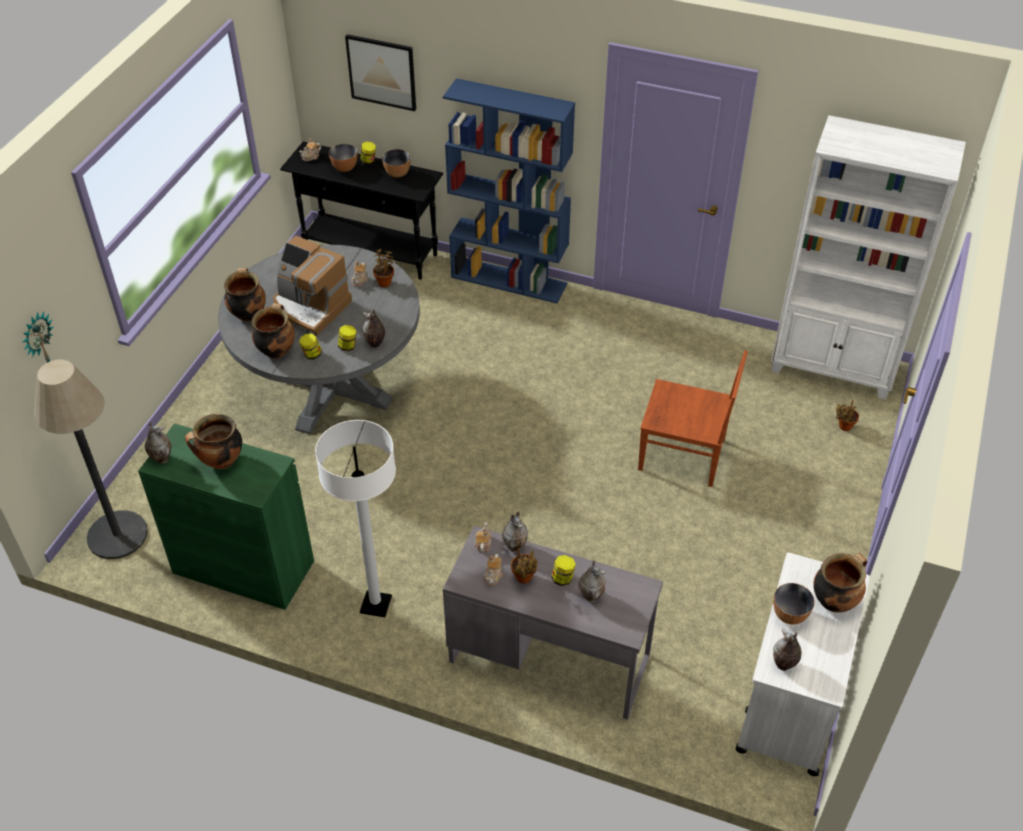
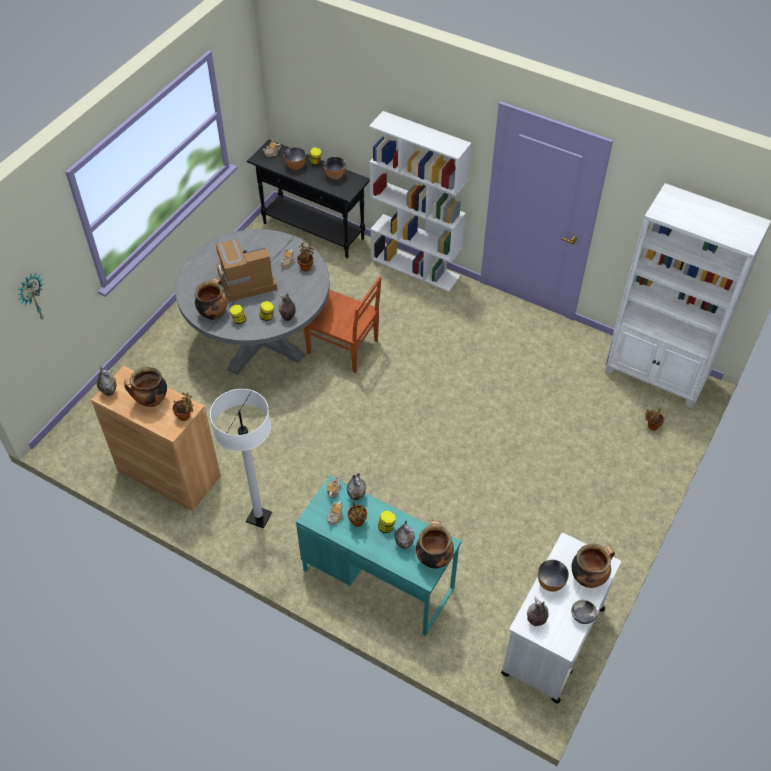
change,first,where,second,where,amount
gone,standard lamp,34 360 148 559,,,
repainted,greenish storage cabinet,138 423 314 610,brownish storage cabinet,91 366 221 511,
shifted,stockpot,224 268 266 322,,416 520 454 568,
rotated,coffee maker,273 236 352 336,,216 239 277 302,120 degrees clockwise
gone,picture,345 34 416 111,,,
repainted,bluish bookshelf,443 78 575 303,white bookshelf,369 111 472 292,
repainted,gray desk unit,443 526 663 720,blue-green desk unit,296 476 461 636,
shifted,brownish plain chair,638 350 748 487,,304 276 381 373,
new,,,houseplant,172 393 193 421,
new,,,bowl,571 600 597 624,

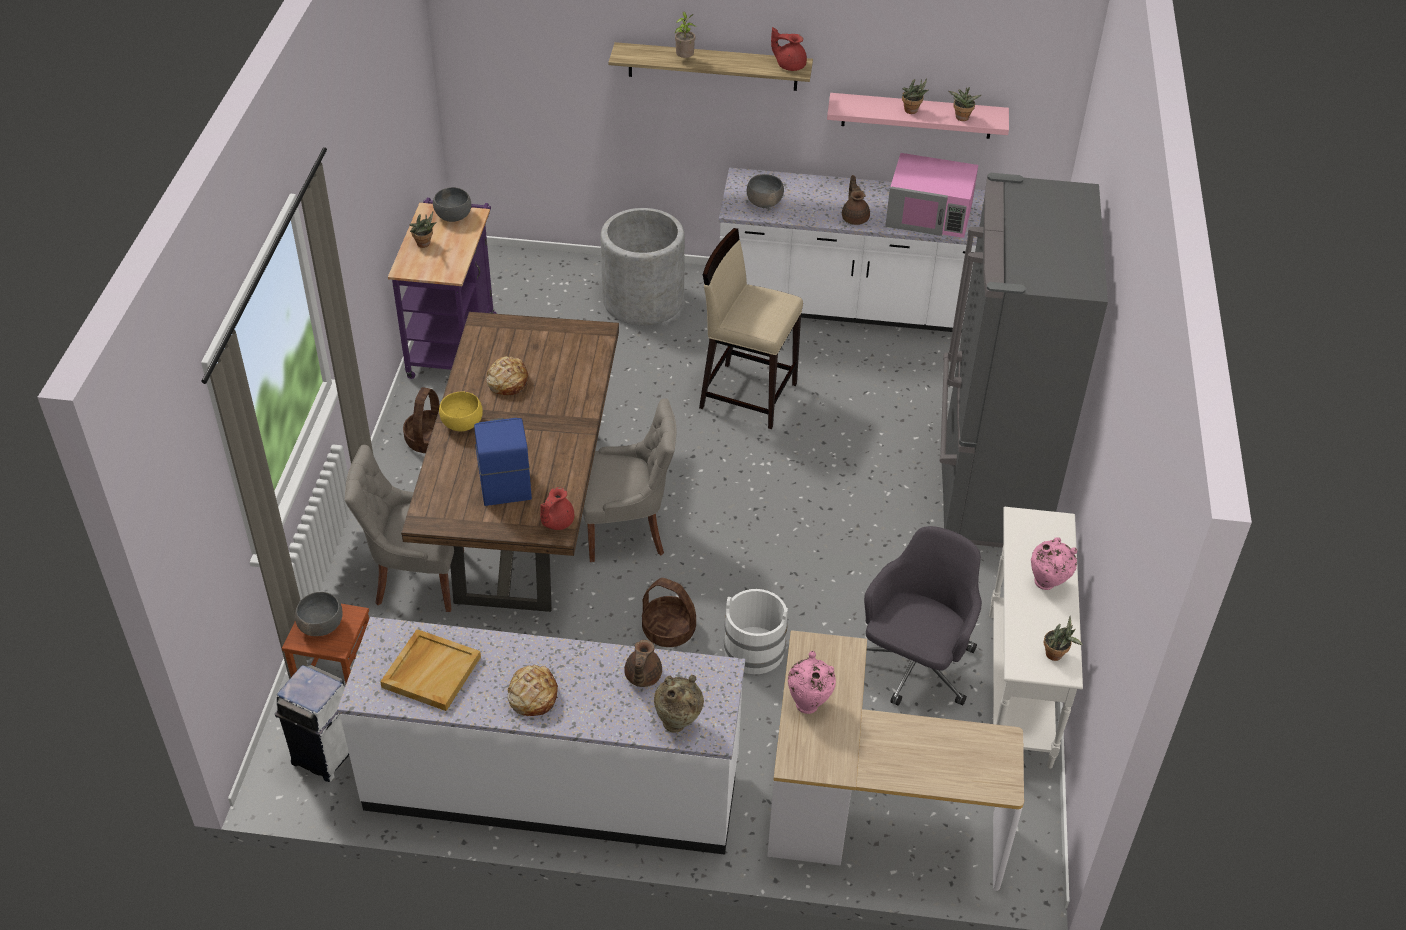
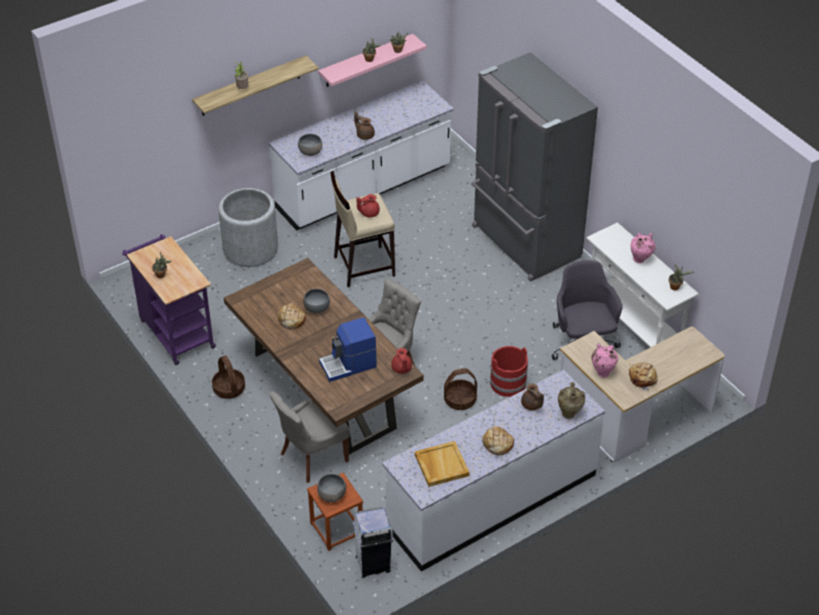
change,first,where,second,where,amount
shifted,gray bowl,433 187 471 222,,303 289 330 314,
gone,yellow-coloured bowl,439 391 483 431,,,
rotated,coffee maker,474 418 532 506,,319 317 377 382,60 degrees counterclockwise
repainted,white water bucket,724 589 788 674,reddish water bucket,490 346 528 397,
shifted,reddish pot for tea,771 27 807 71,,357 194 380 217,
gone,pink-coloured microwave oven,885 153 978 238,,,
new,,,bakery bread,629 362 658 391,

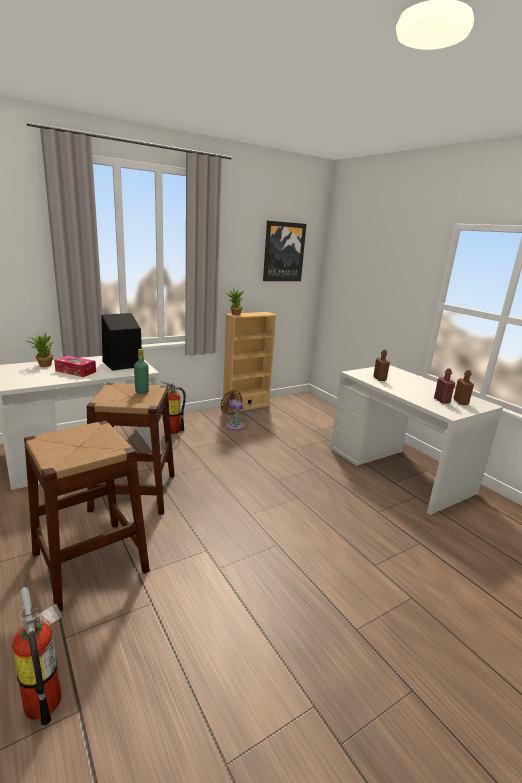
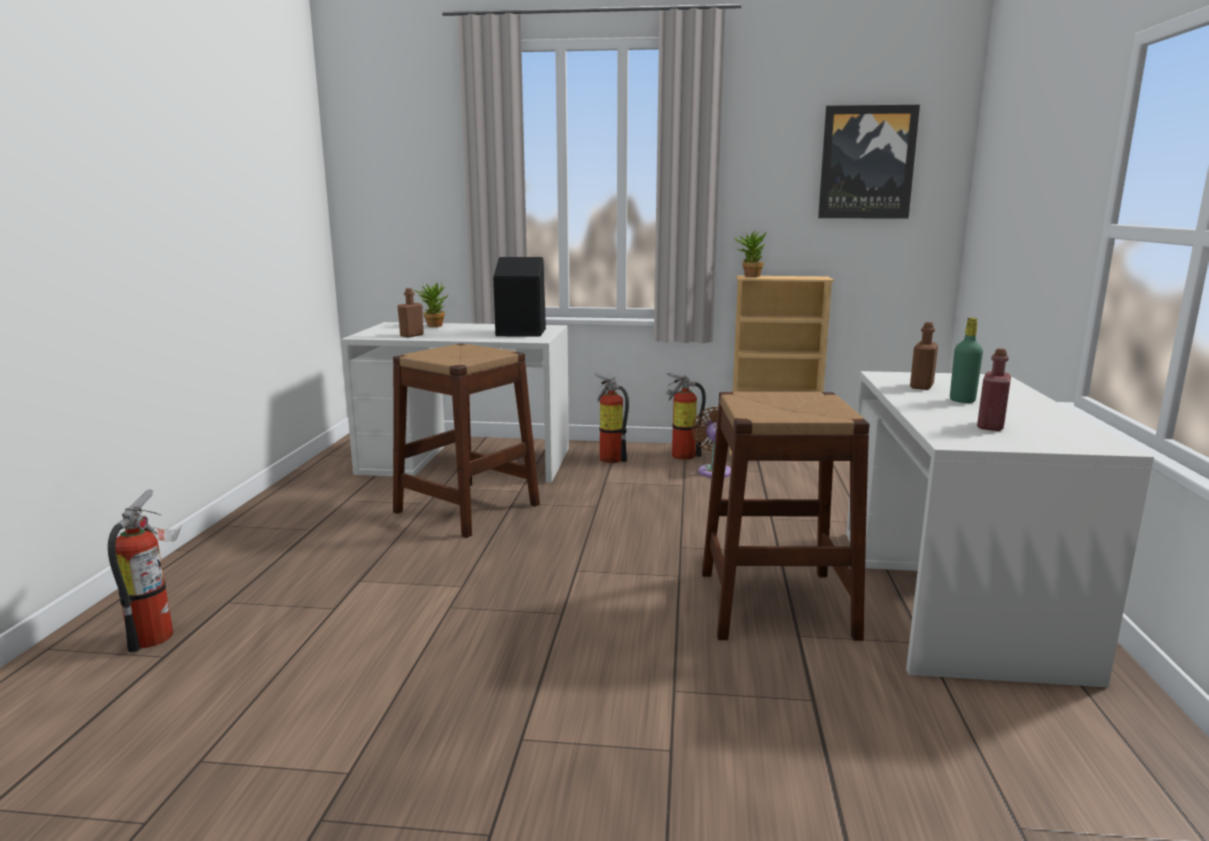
change,first,where,second,where,amount
shifted,brownish stool seat,24 421 150 611,,702 392 870 641,
gone,tissue holder,54 356 96 377,,,
shifted,greenish bottle,134 349 149 394,,950 317 983 403,
shifted,brownish bottle,453 370 474 405,,397 288 424 337,
new,,,fire extinguisher,666 372 706 460,

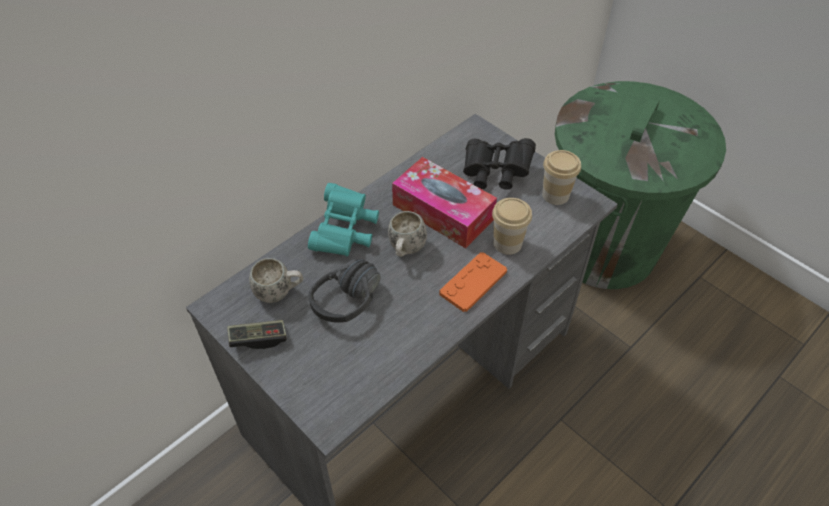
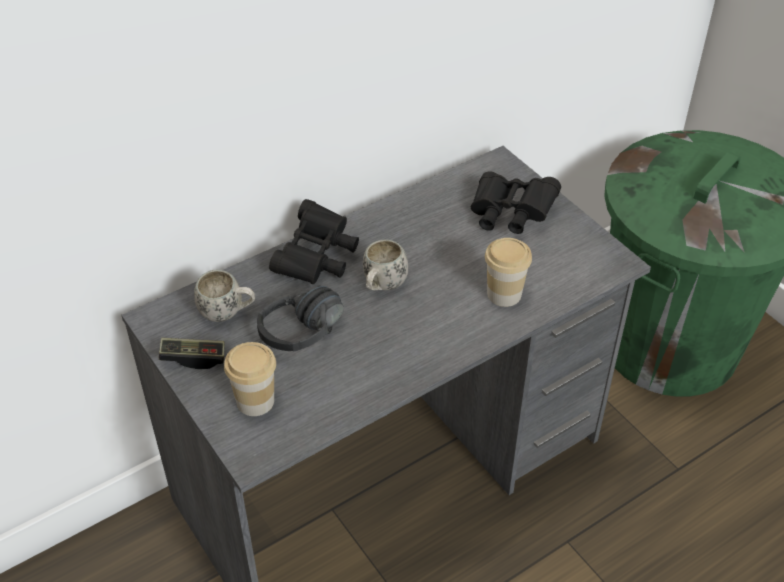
change,first,where,second,where,amount
repainted,blue-green pair of binoculars,308 183 379 256,black pair of binoculars,269 199 359 284,
gone,tissue holder,392 157 497 248,,,
gone,orange game controller,439 252 507 312,,,
shifted,small cup,542 150 581 205,,224 342 276 416,

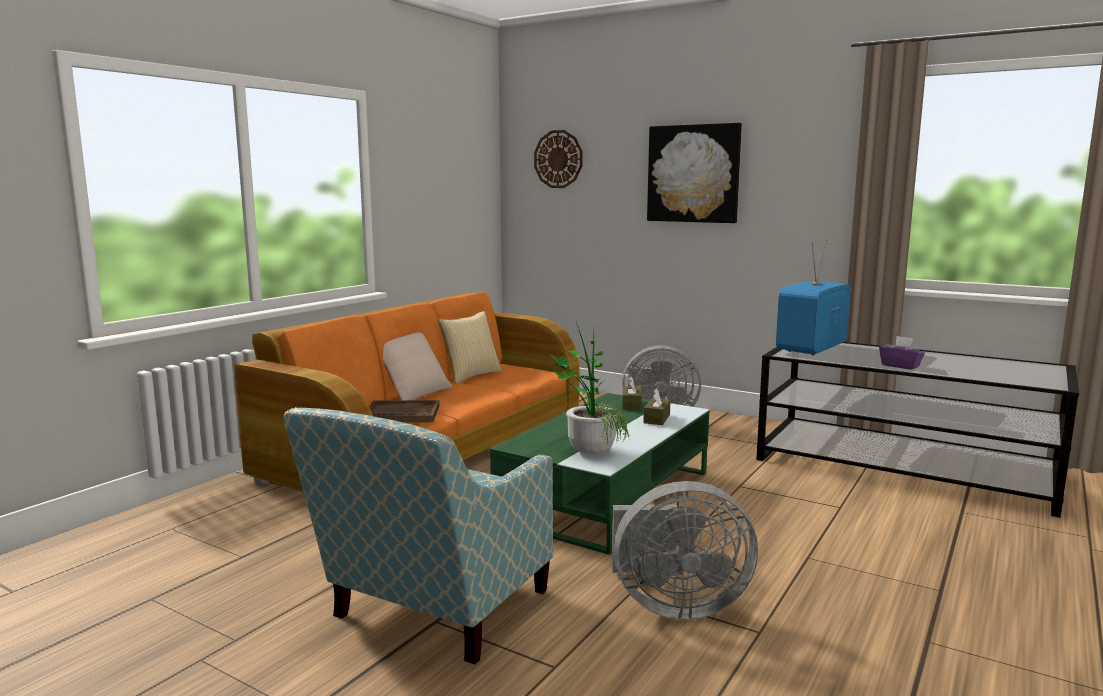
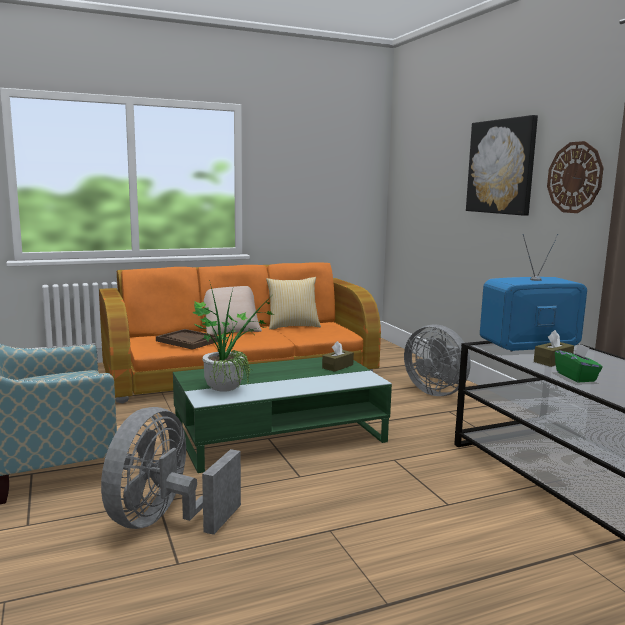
change,first,where,second,where,amount
shifted,wall clock,534 130 583 188,,547 141 604 213,
rotated,gray cooling fan,612 481 758 620,,101 407 241 535,75 degrees clockwise
shifted,brownish tissue holder,643 388 671 425,,534 330 574 367,
repainted,purple tissue holder,879 336 925 370,greenish tissue holder,555 344 603 383,

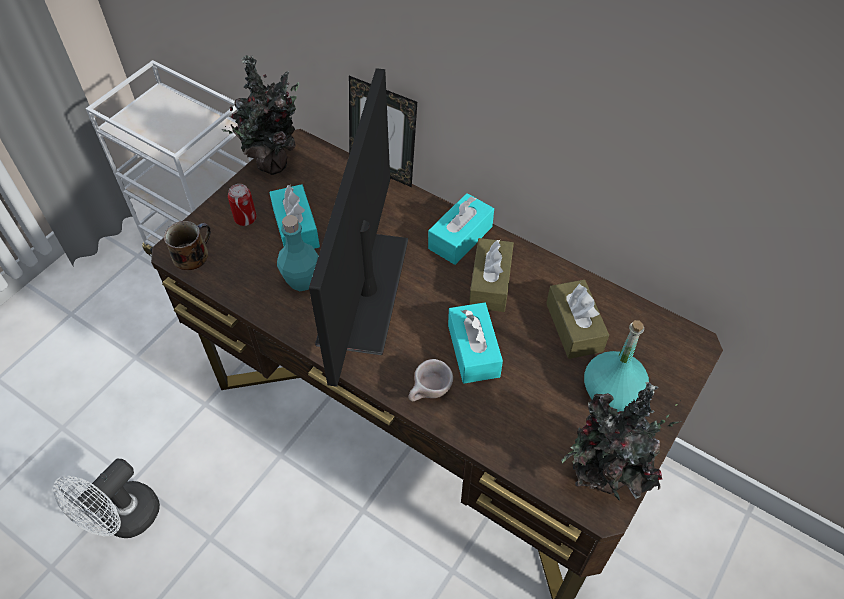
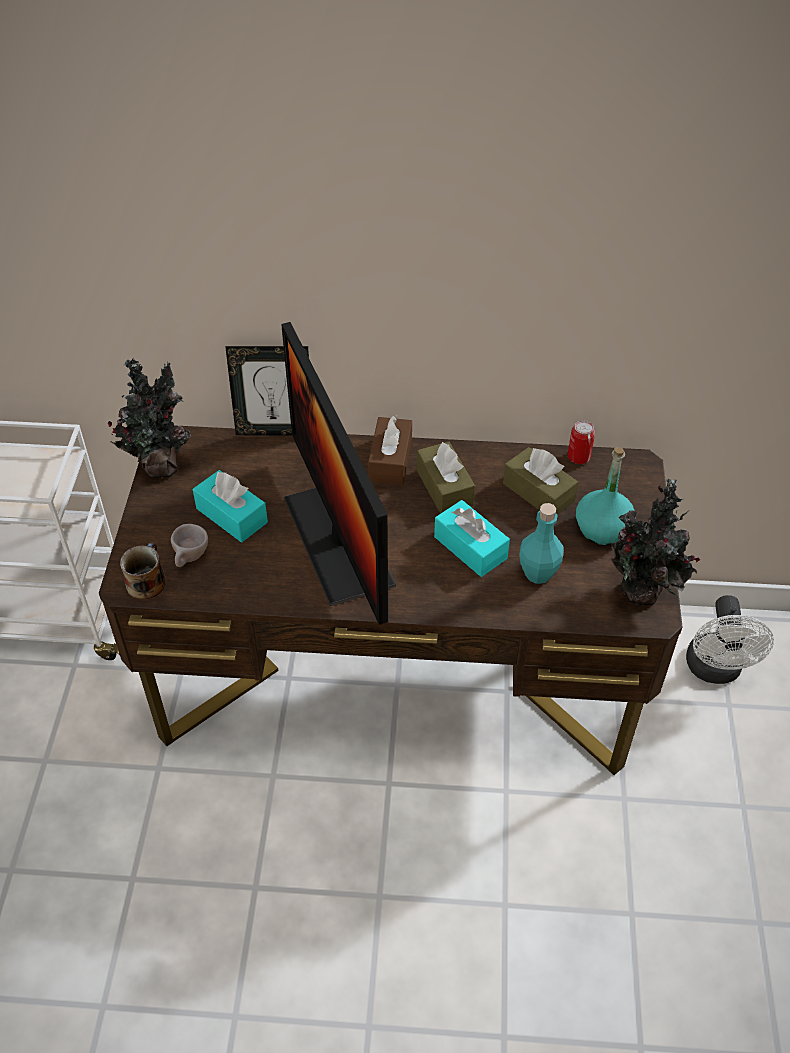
change,first,where,second,where,amount
shifted,white cooling fan,53 459 160 538,,686 595 774 684,
shifted,can,228 184 257 226,,567 420 595 464,
shifted,blue-green bottle,277 215 318 291,,519 503 564 584,
shifted,beige-coloured small cup,408 359 453 402,,171 524 208 567,
repainted,blue-green tissue holder,428 193 494 265,brownish tissue holder,368 415 412 485,

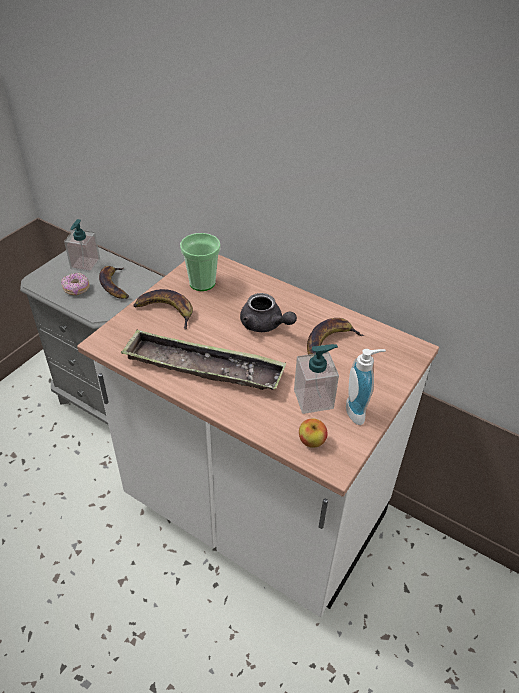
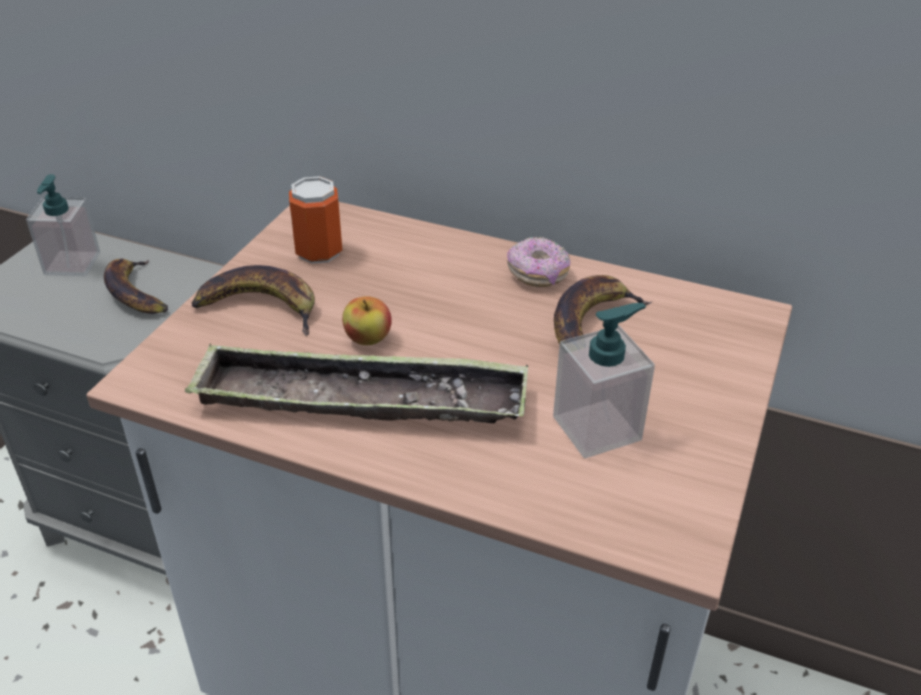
change,first,where,second,where,amount
shifted,donut,61 273 90 295,,507 237 571 287,
swapped,small cup,180 233 221 291,can,289 176 342 263,
gone,gray pot for tea,240 293 297 332,,,
shifted,apple fruit,299 419 328 448,,342 296 392 345,
gone,liquid soap bottle,346 349 386 425,,,

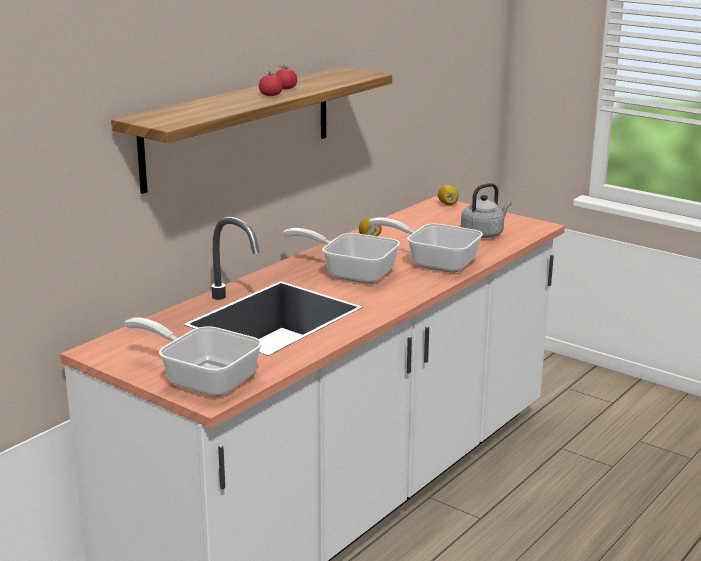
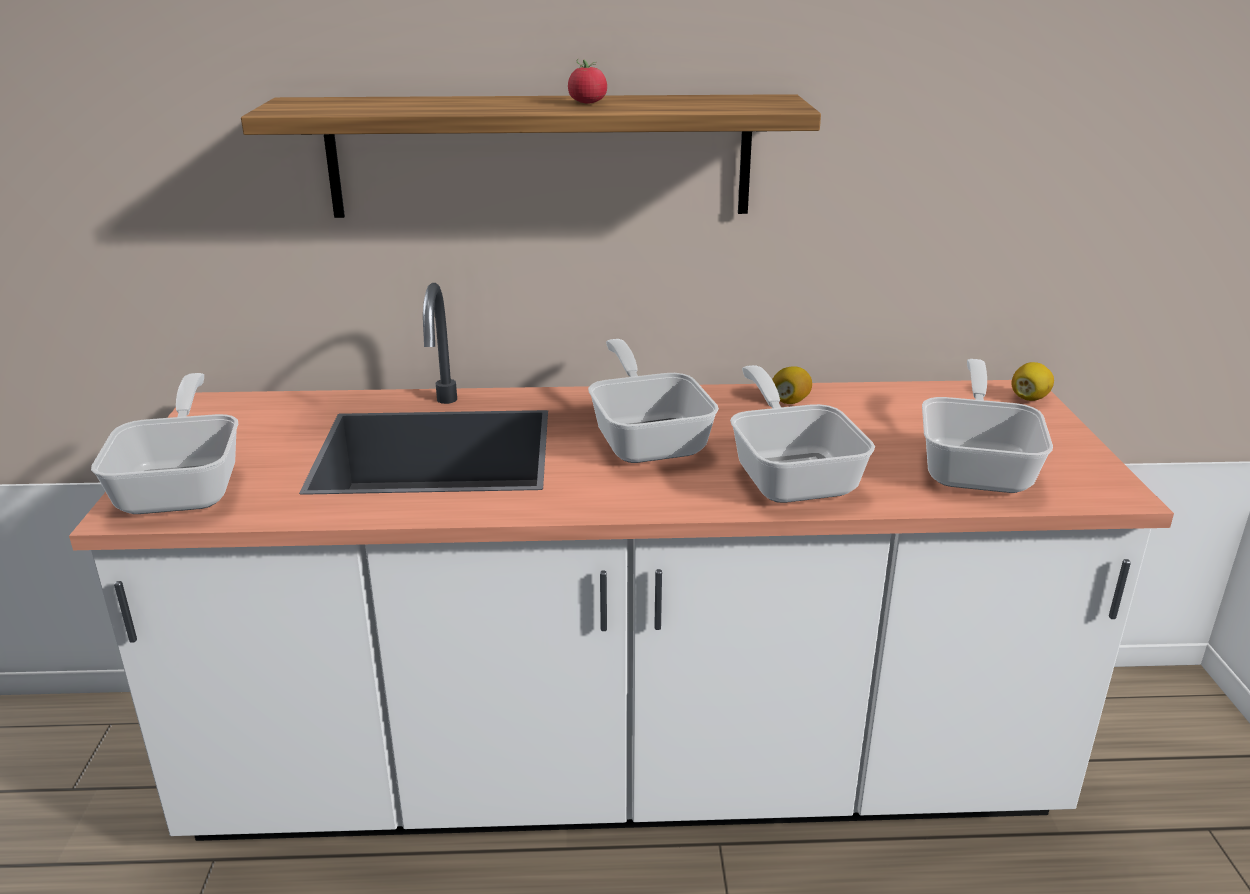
change,first,where,second,where,amount
gone,fresh tomato,259 71 283 96,,,
swapped,gray water kettle,461 183 512 238,skillet,922 359 1053 493,

